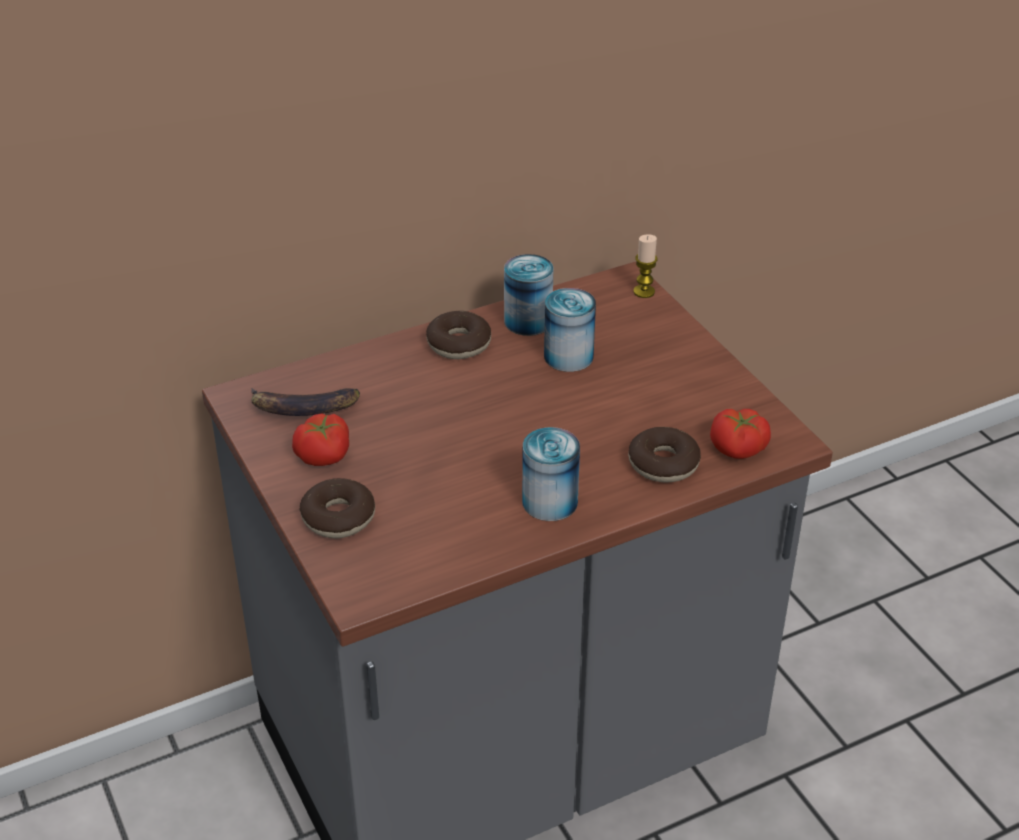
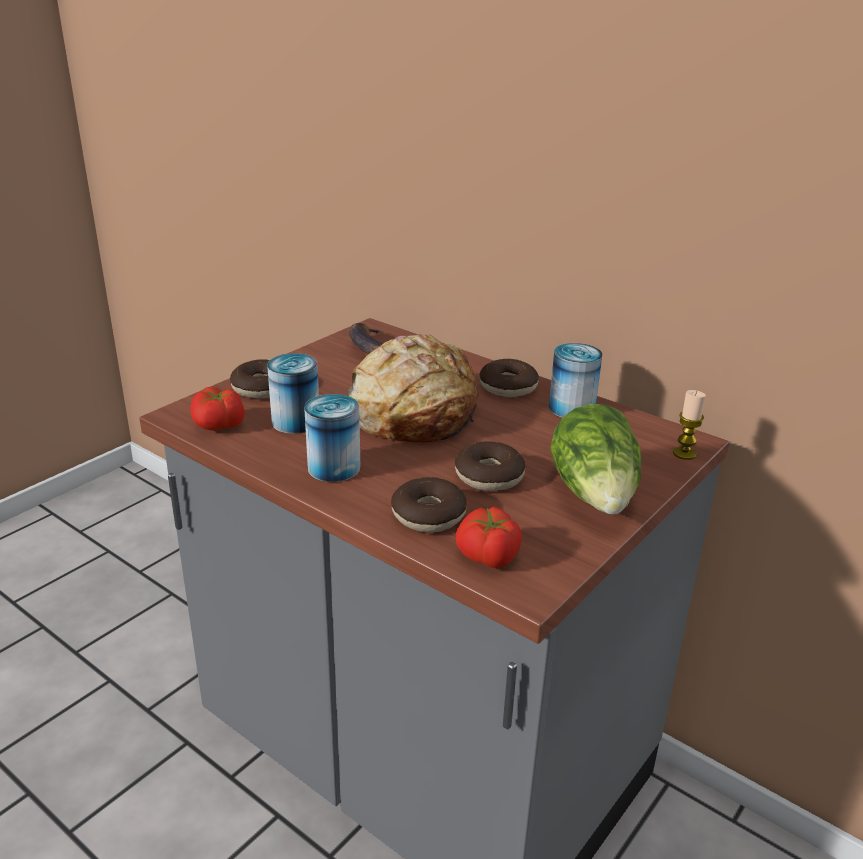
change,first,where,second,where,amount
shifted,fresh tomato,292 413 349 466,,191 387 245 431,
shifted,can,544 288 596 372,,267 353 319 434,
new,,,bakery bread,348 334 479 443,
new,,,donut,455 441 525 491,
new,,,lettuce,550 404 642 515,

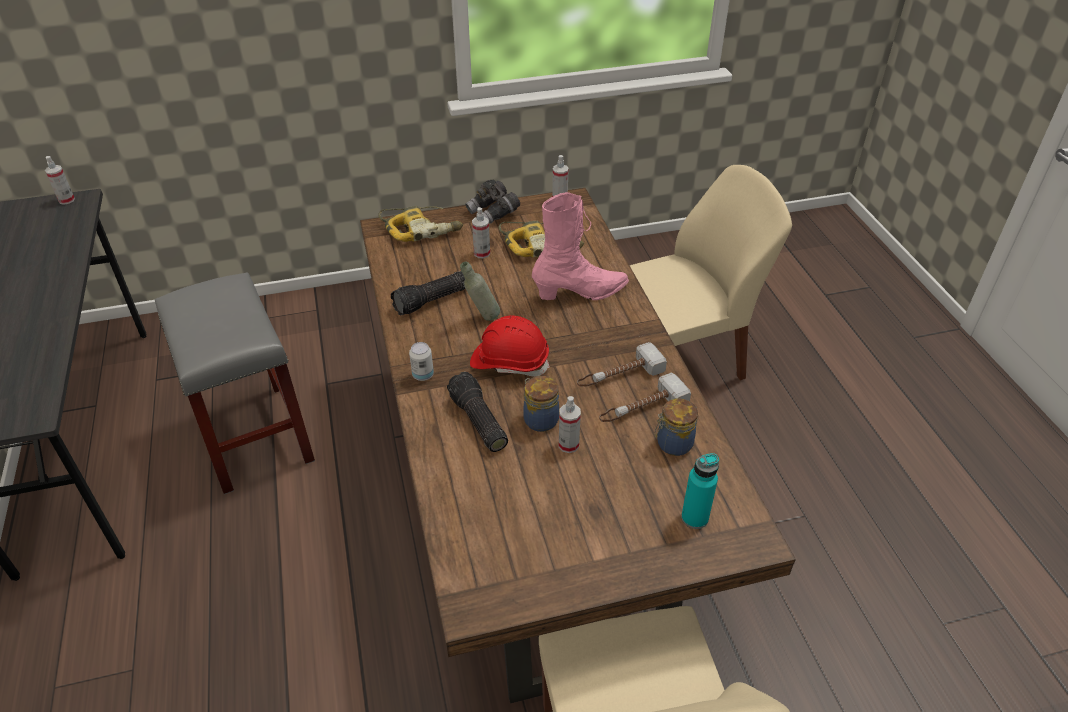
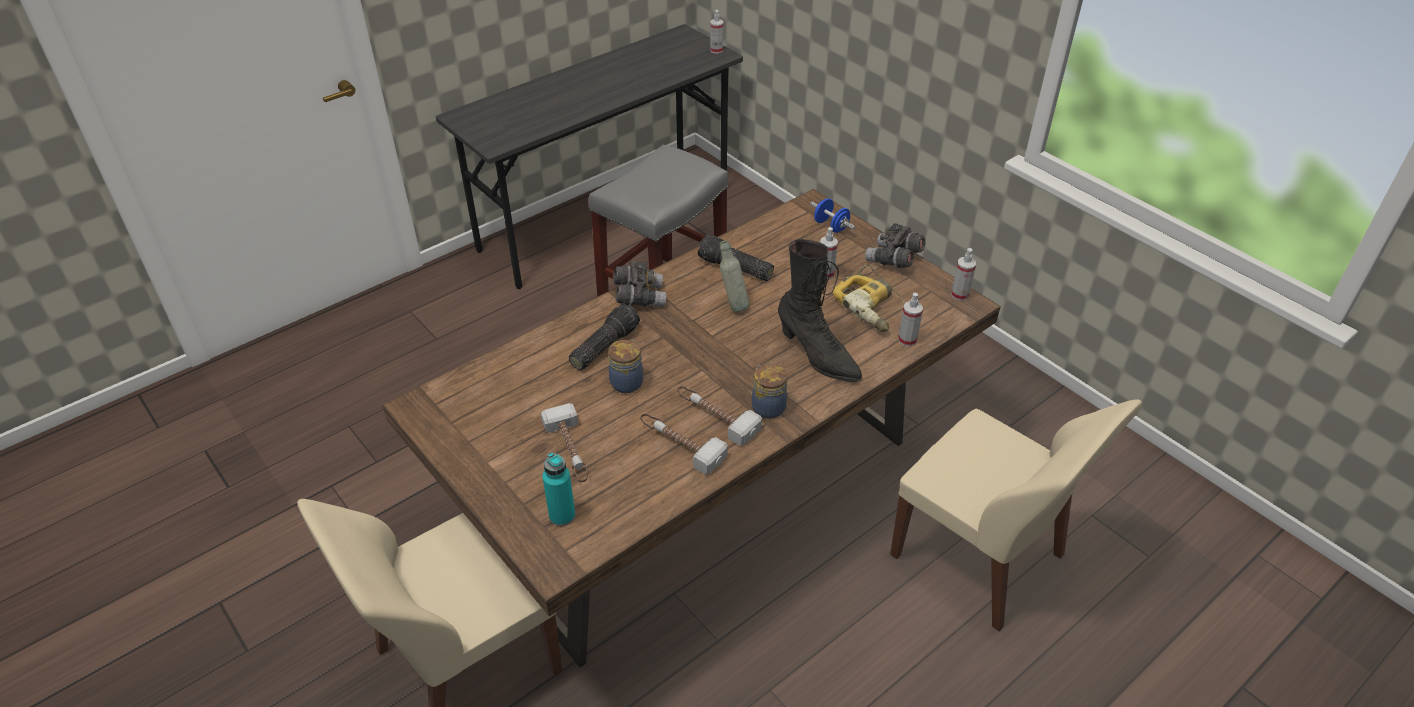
change,first,where,second,where,amount
swapped,power drill,378 206 463 242,bluish dumbbell,810 198 855 233,
swapped,can,409 342 434 381,gray pair of binoculars,613 261 666 307,
gone,reddish work helmet,470 315 550 376,,,
repainted,pink-coloured high-top boot,532 192 629 300,black high-top boot,778 239 862 382,
shifted,spray bottle,559 396 581 453,,898 293 923 347,
shifted,jar,655 399 698 456,,752 364 787 419,
new,,,hand hammer,541 403 588 482,

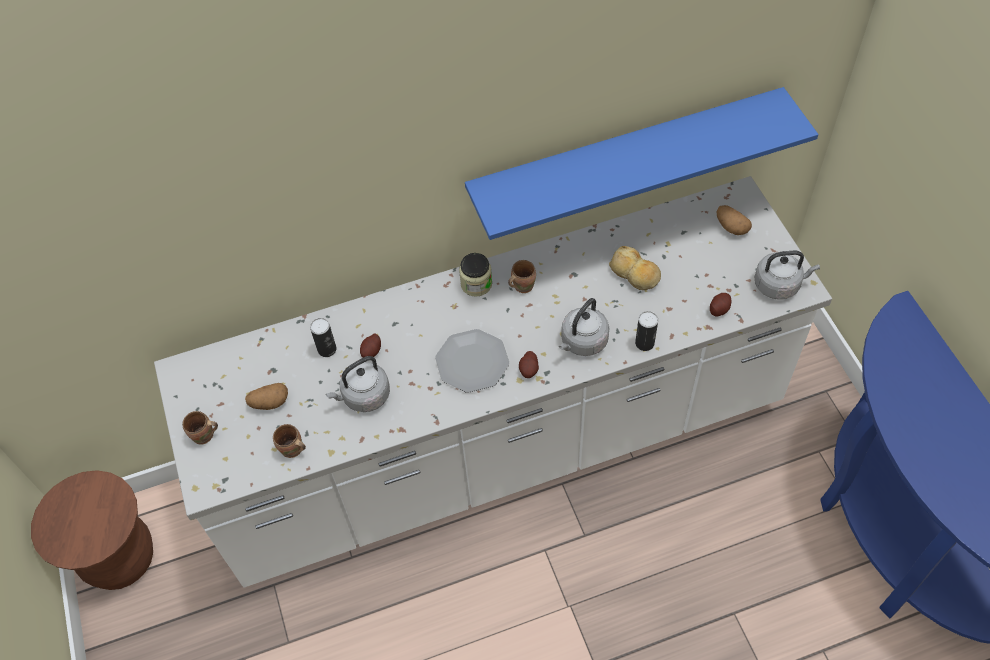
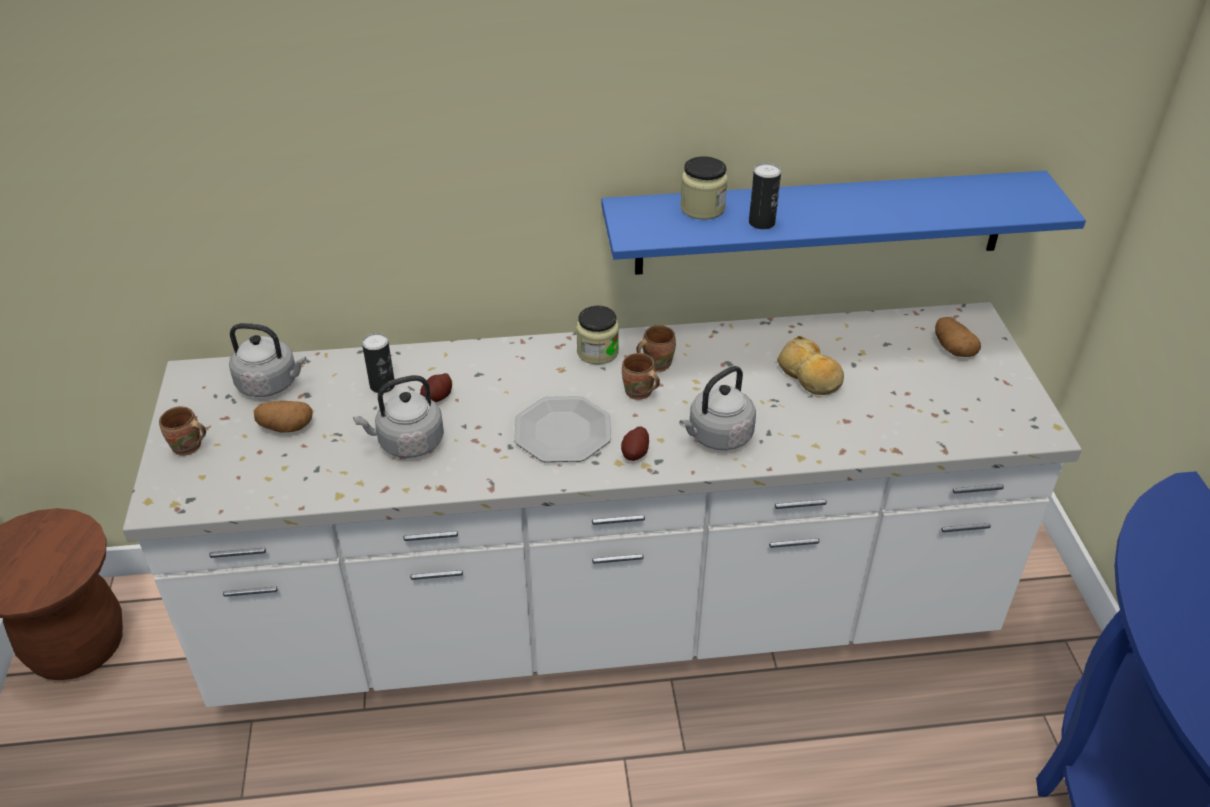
change,first,where,second,where,amount
shifted,brownish tea mug,273 424 306 458,,622 353 660 400,
shifted,can,635 311 658 351,,749 163 781 229,
gone,whole potato,710 293 731 316,,,
shifted,gray water kettle,754 251 820 299,,229 323 306 397,
new,,,jar,680 156 728 219,

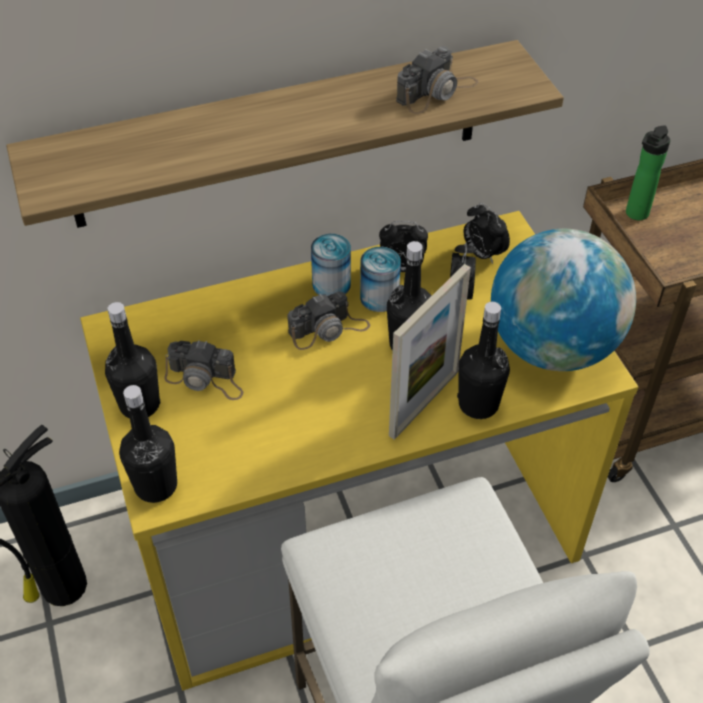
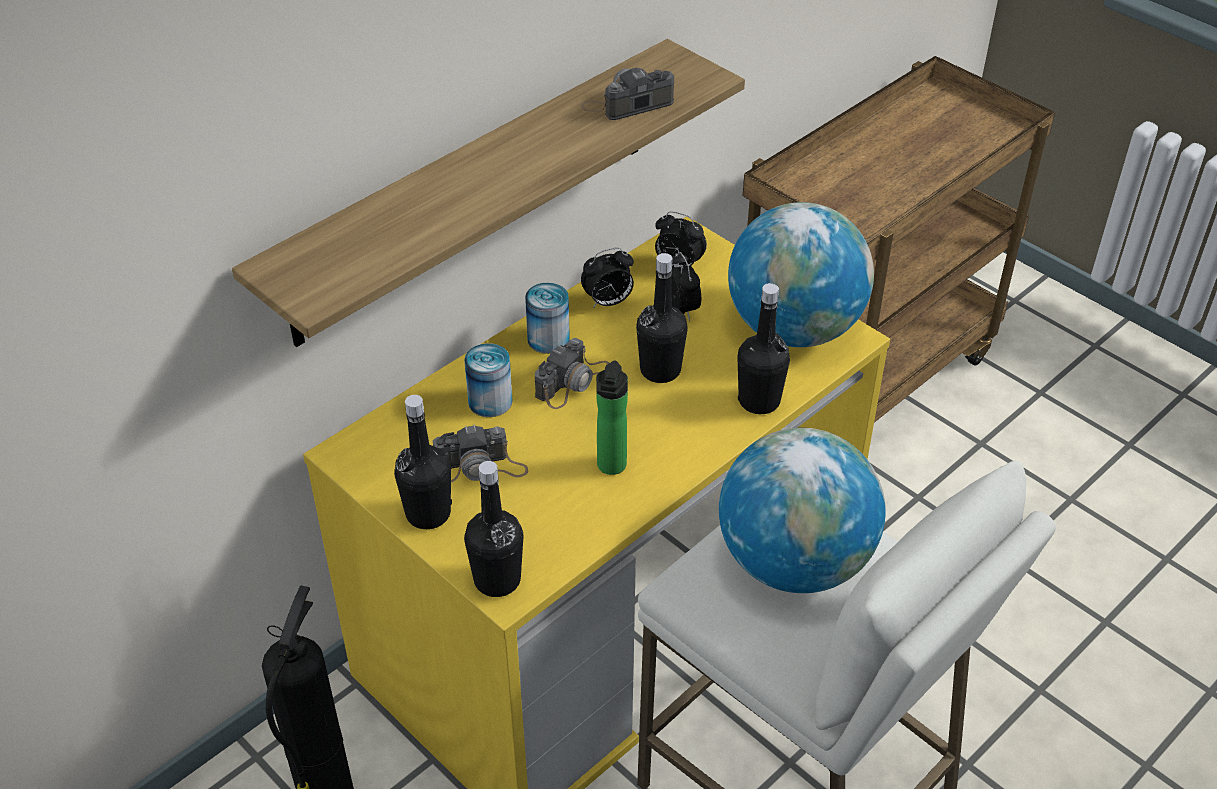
change,first,where,second,where,amount
shifted,can,360 247 401 312,,464 343 512 417,
gone,standing frame,389 264 471 440,,,
rotated,still camera,396 46 478 114,,580 67 674 120,135 degrees counterclockwise
shifted,bottle,626 125 670 220,,596 361 628 475,
new,,,desk globe,719 428 885 593,

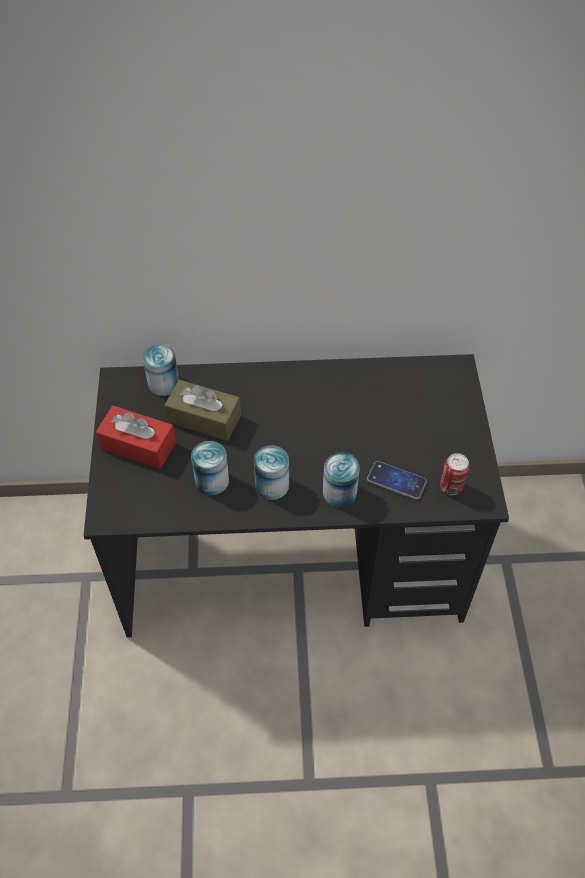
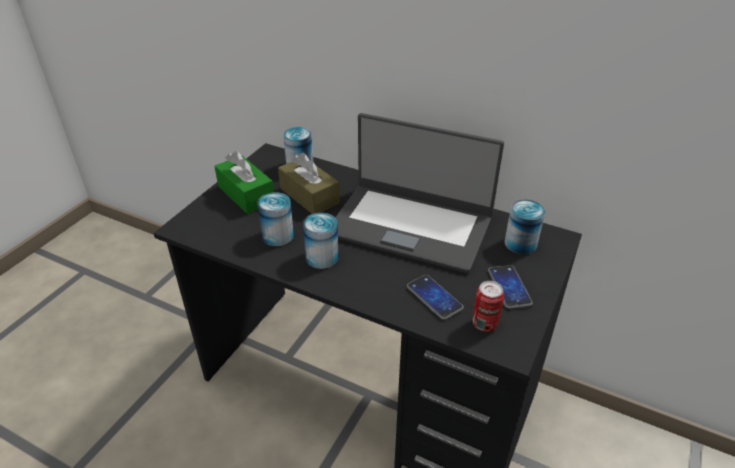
change,first,where,second,where,amount
repainted,reddish tissue holder,96 406 176 469,greenish tissue holder,214 151 274 214,
shifted,can,323 452 360 507,,504 200 545 254,
new,,,notebook computer,335 113 504 273,
new,,,handset,488 265 533 309,

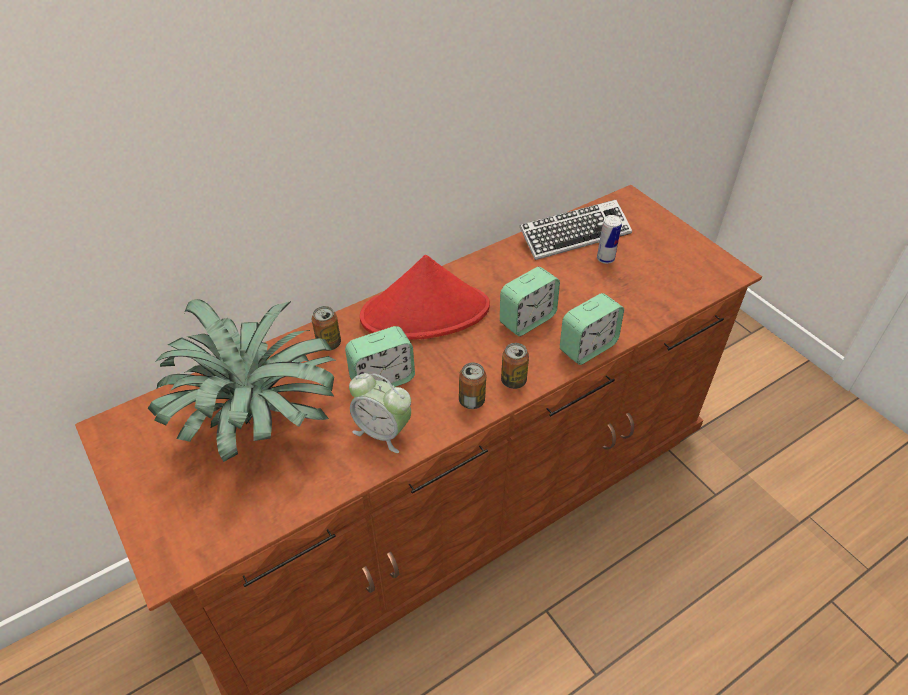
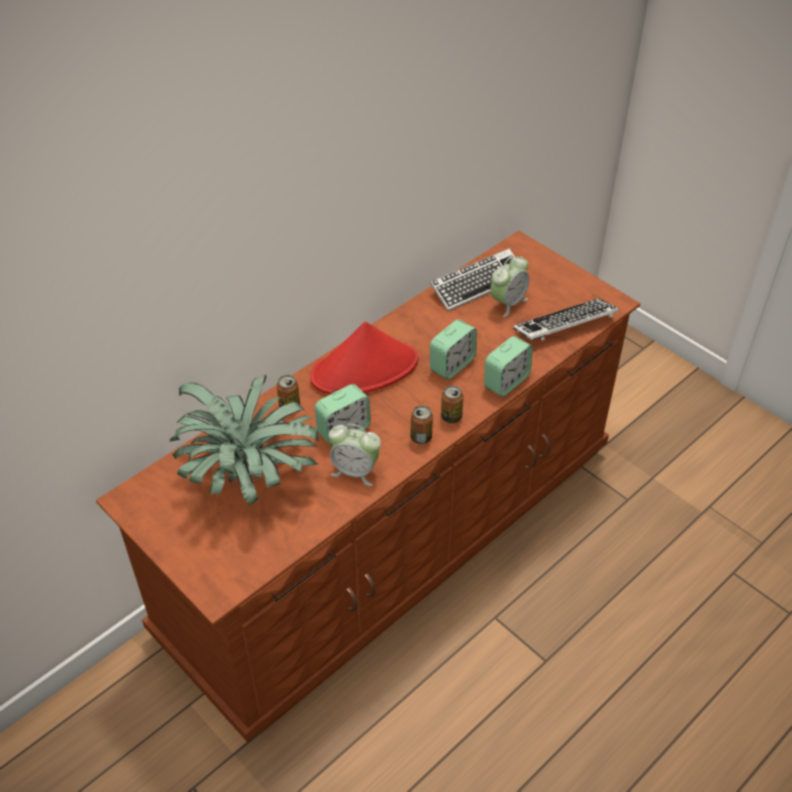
change,first,where,second,where,amount
swapped,can,597 215 622 264,table clock,490 256 529 317,
new,,,PC keyboard,513 298 619 341,

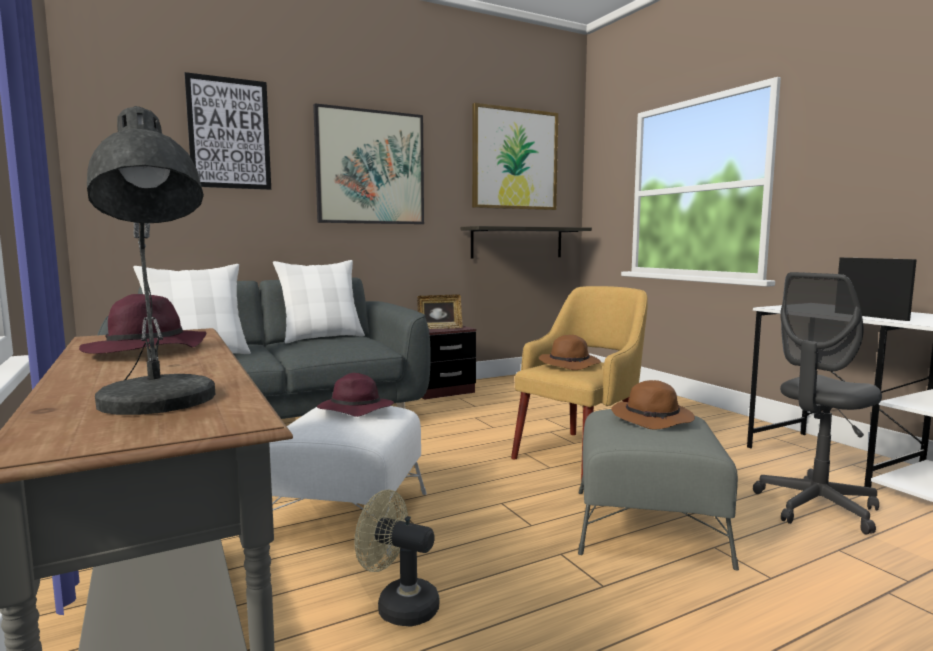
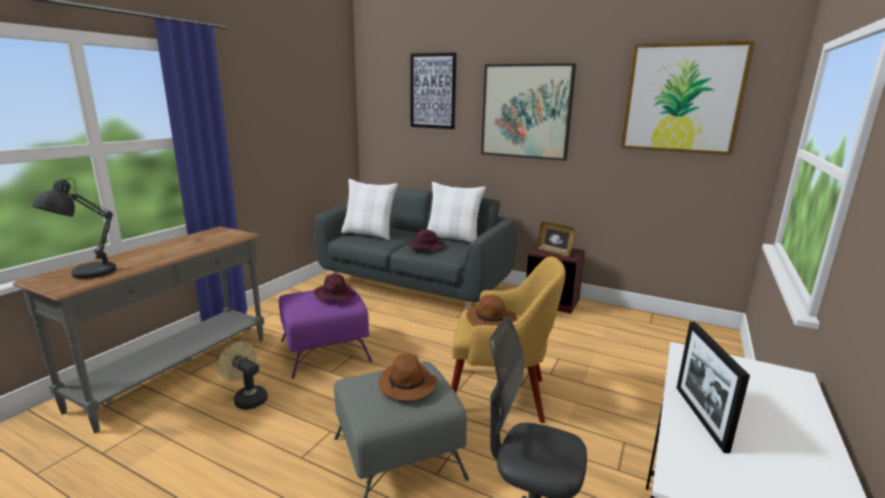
change,first,where,second,where,amount
shifted,purple clothing hat,79 294 206 354,,408 229 444 250,
repainted,white ottoman,269 406 427 557,purple ottoman,279 286 372 379,
rotated,beige-coloured cooling fan,355 490 439 627,,218 341 268 410,45 degrees counterclockwise
gone,shelf,460 226 592 259,,,
rotated,standing frame,838 257 917 321,,677 322 750 453,150 degrees clockwise

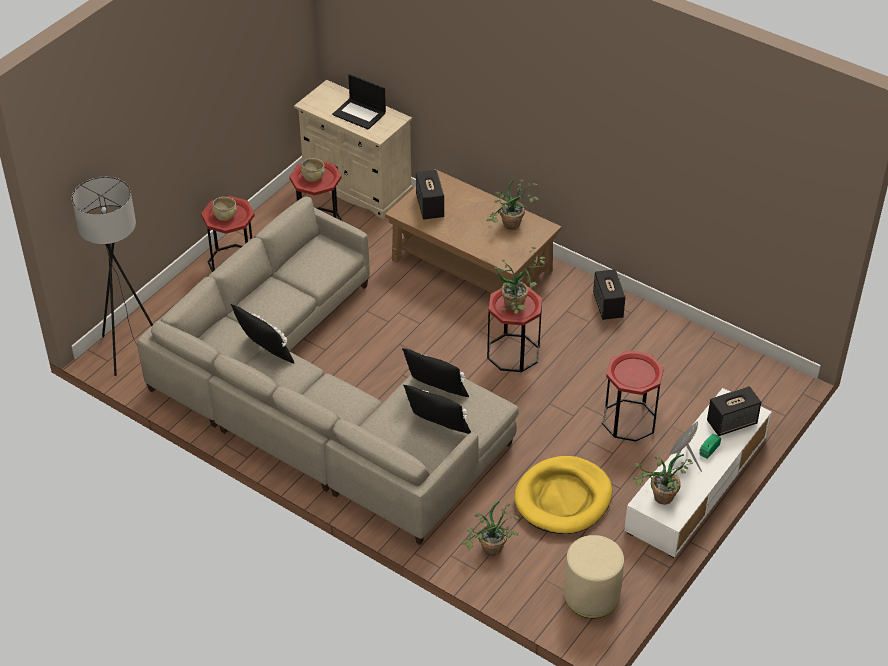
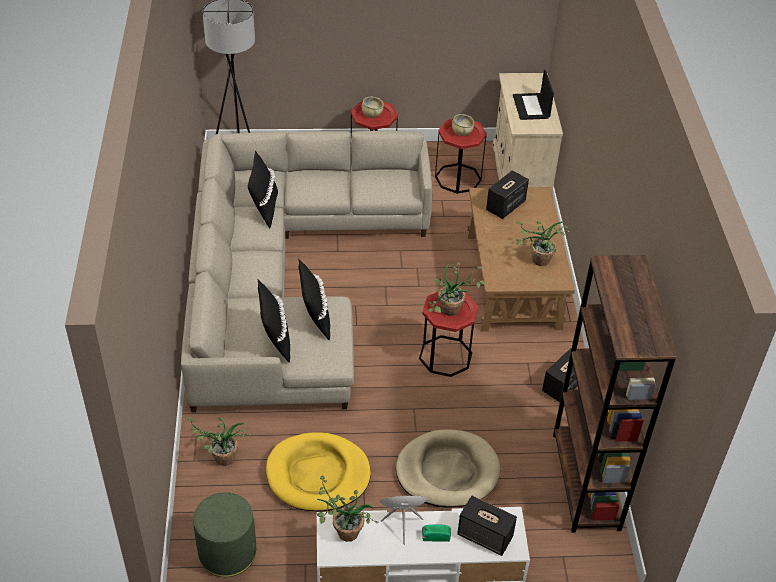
change,first,where,second,where,amount
repainted,beige-coloured ottoman,563 535 624 618,greenish ottoman,193 492 256 577,
swapped,reddish accent table,602 350 664 442,beige-coloured dog cushion,396 429 500 508,
new,,,brownish bookshelf,553 255 677 533,

